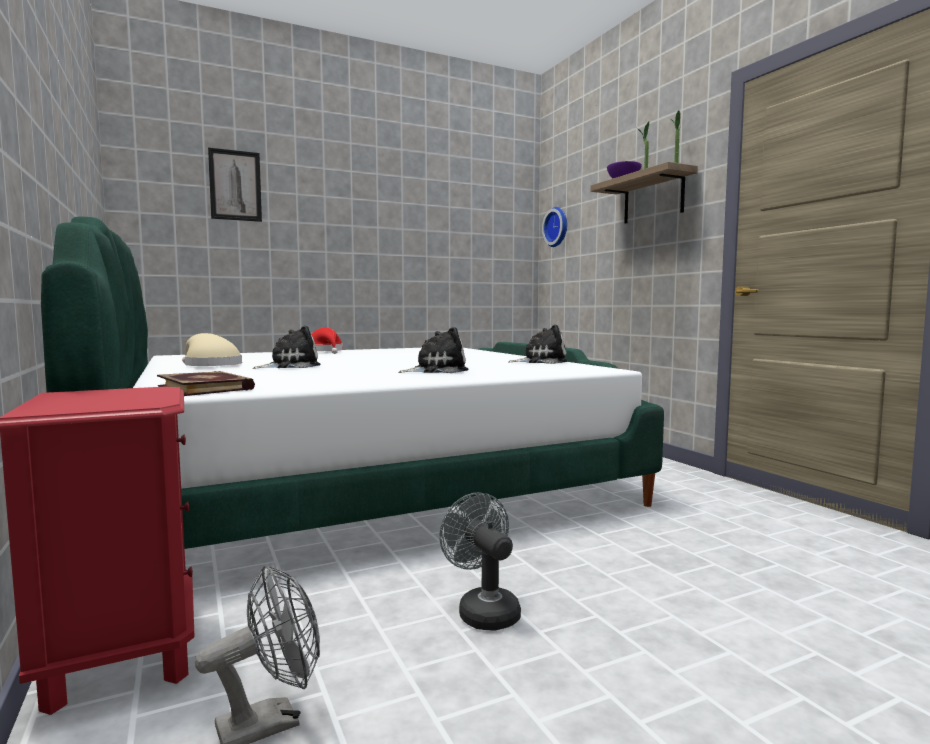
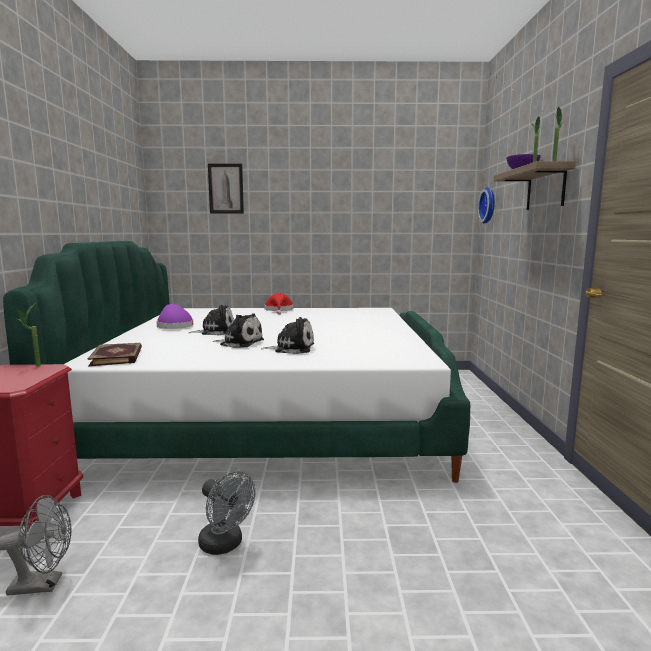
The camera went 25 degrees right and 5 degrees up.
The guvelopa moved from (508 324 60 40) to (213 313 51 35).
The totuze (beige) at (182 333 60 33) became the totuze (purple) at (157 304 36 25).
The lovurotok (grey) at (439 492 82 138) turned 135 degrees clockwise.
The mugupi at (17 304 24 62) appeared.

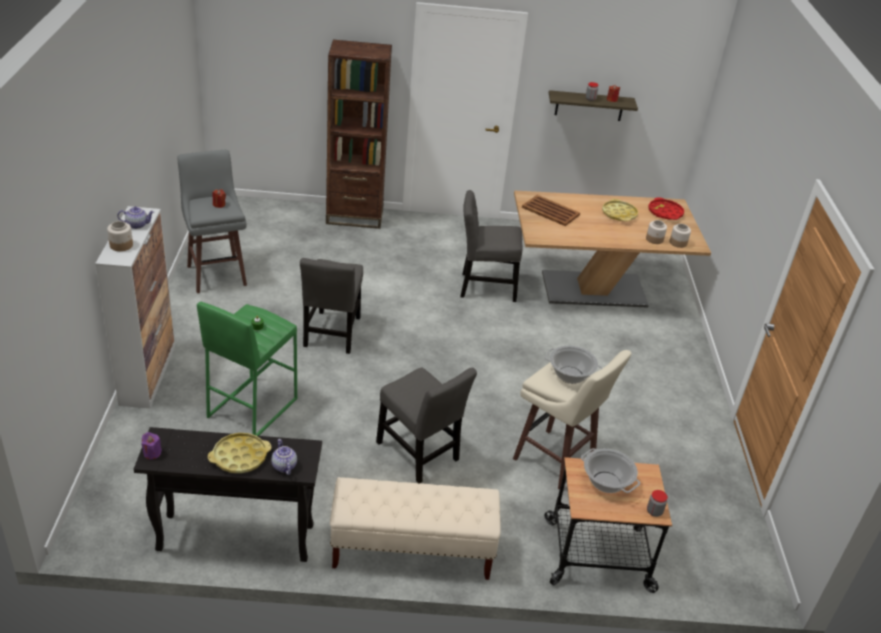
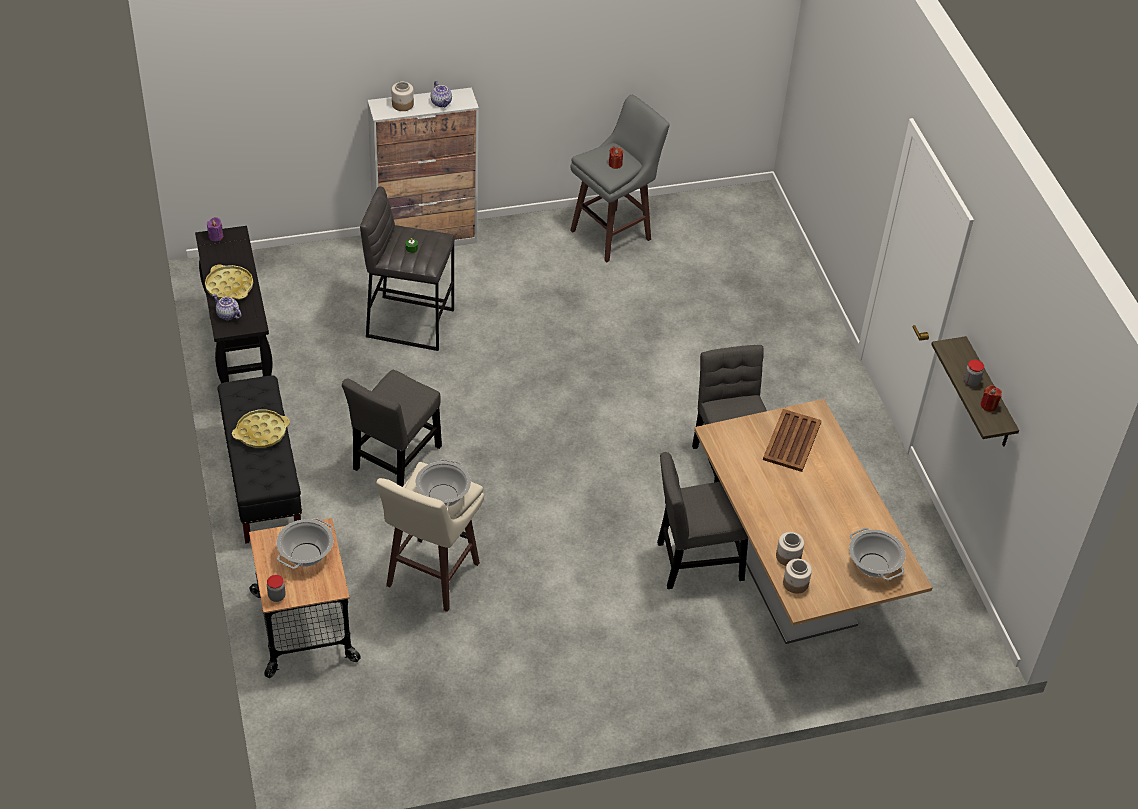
The camera went 75 degrees right and 10 degrees up.
The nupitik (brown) at (326 40 66 189) disappeared.
The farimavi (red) at (648 197 36 23) was replaced by the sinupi at (849 528 57 52).
The farimavi (yellow) moved from (602 199 36 22) to (232 409 58 39).
The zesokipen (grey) moved from (300 258 63 96) to (657 452 92 137).
The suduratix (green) at (197 302 100 134) became the suduratix (grey) at (360 186 94 165).
The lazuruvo at (271 439 26 36) turned 105 degrees counterclockwise.
The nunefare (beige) at (330 477 171 103) became the nunefare (black) at (217 375 85 169).

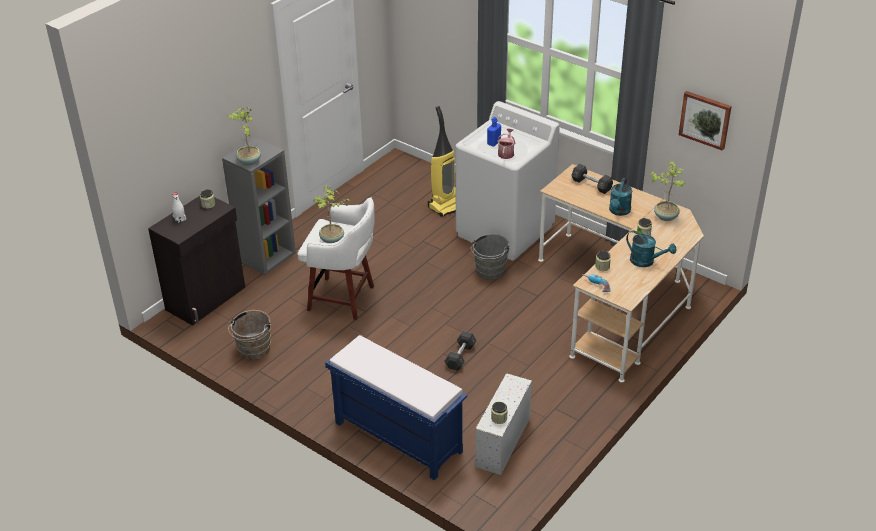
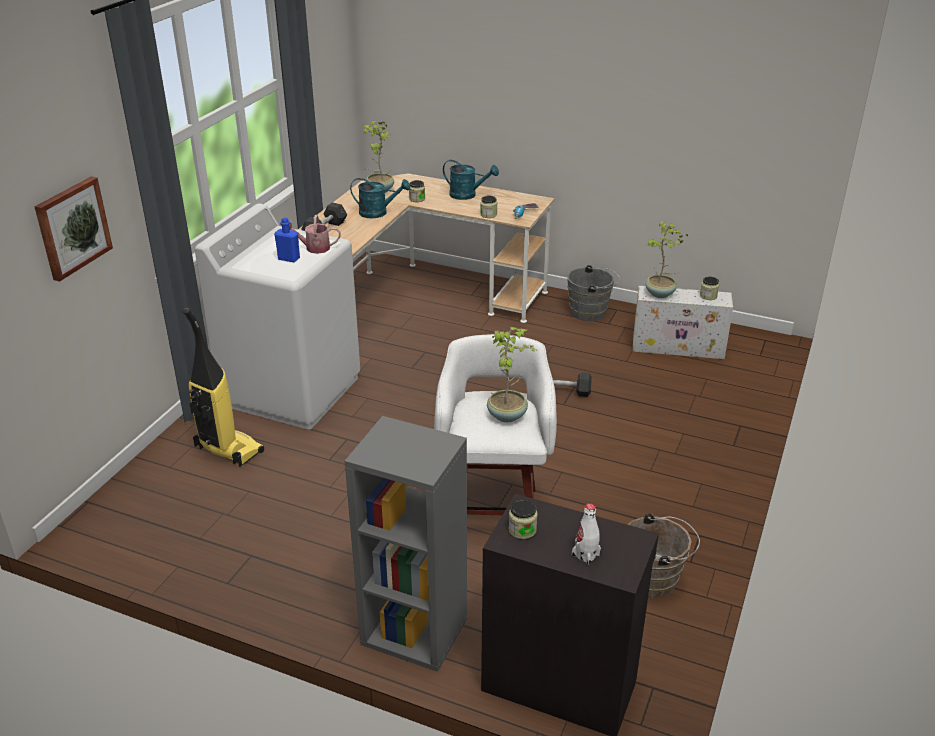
The camera went 105 degrees left and 5 degrees down.
The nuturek moved from (679 91 53 60) to (35 176 78 106).
The mugupi moved from (227 107 34 58) to (645 221 43 77).
The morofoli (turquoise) at (626 230 50 37) turned 90 degrees clockwise.
The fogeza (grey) moved from (470 234 40 46) to (567 265 53 56).
The nunefare (blue) at (325 335 142 145) disappeared.

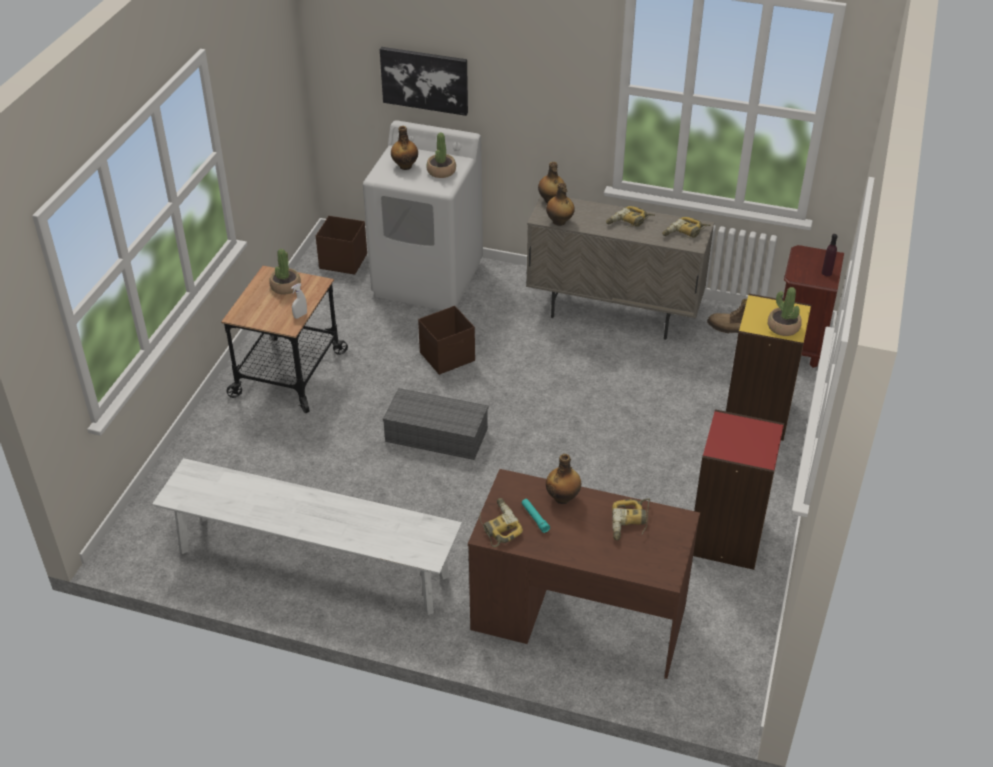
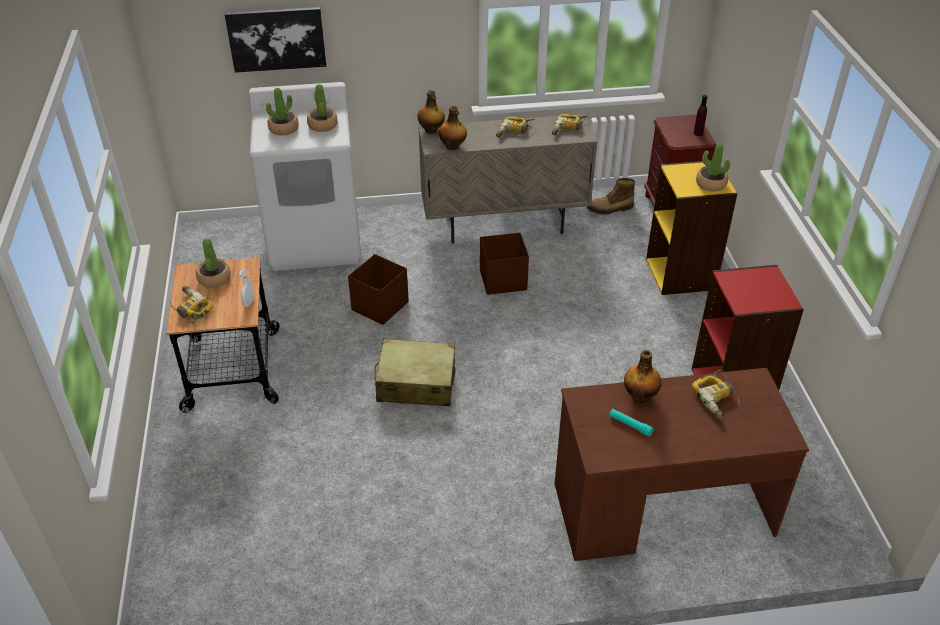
The camera went 25 degrees left and 0 degrees up.
The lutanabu at (391 126 27 44) was replaced by the mugupi at (266 88 33 48).
The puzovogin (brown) moved from (316 216 51 59) to (480 233 49 62).
The puzovogin (grey) at (383 388 105 72) was replaced by the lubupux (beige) at (374 339 81 68).
The nunefare (white) at (152 458 310 157) disappeared.
The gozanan moved from (479 498 44 49) to (170 286 44 38).

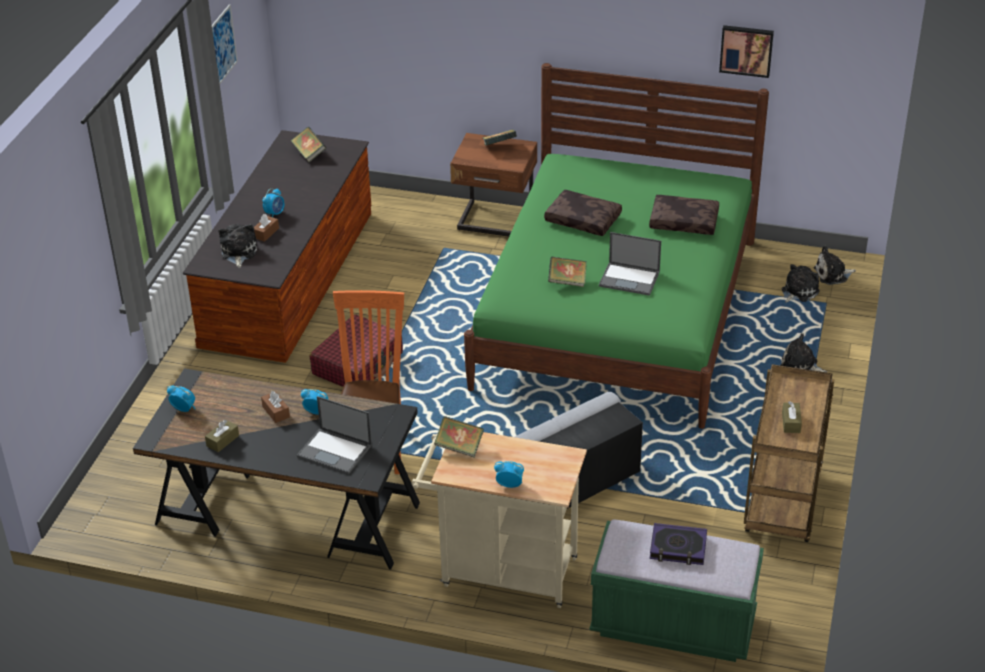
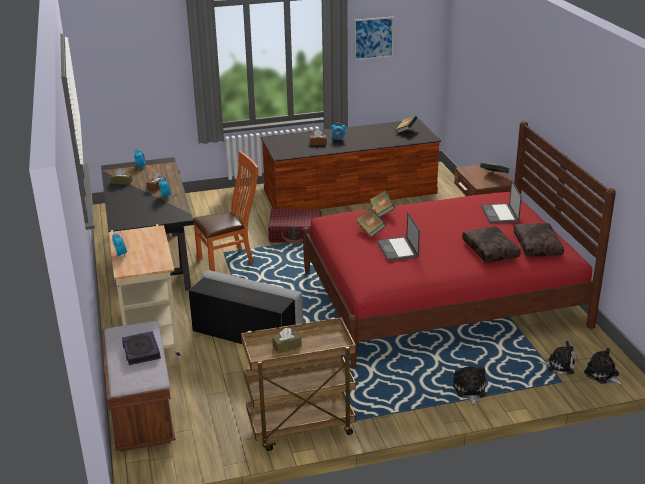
The camera went 60 degrees right and 10 degrees down.
The nuturek at (719 25 55 53) disappeared.
The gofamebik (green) at (464 63 305 366) became the gofamebik (red) at (303 121 313 247).
The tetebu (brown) moved from (544 190 78 46) to (513 223 51 34).
The guvelopa at (218 224 39 44) disappeared.
The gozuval moved from (297 396 75 78) to (481 180 41 43).
The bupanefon moved from (434 416 50 42) to (370 191 25 27).
The nunefare (green) at (589 519 175 143) became the nunefare (brown) at (102 321 74 131).

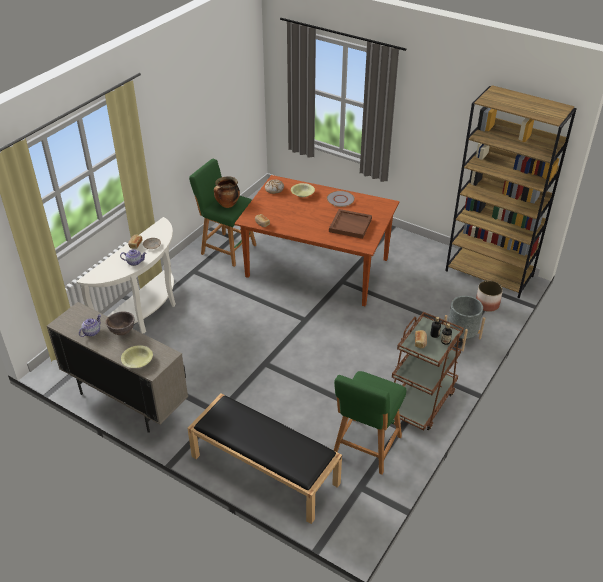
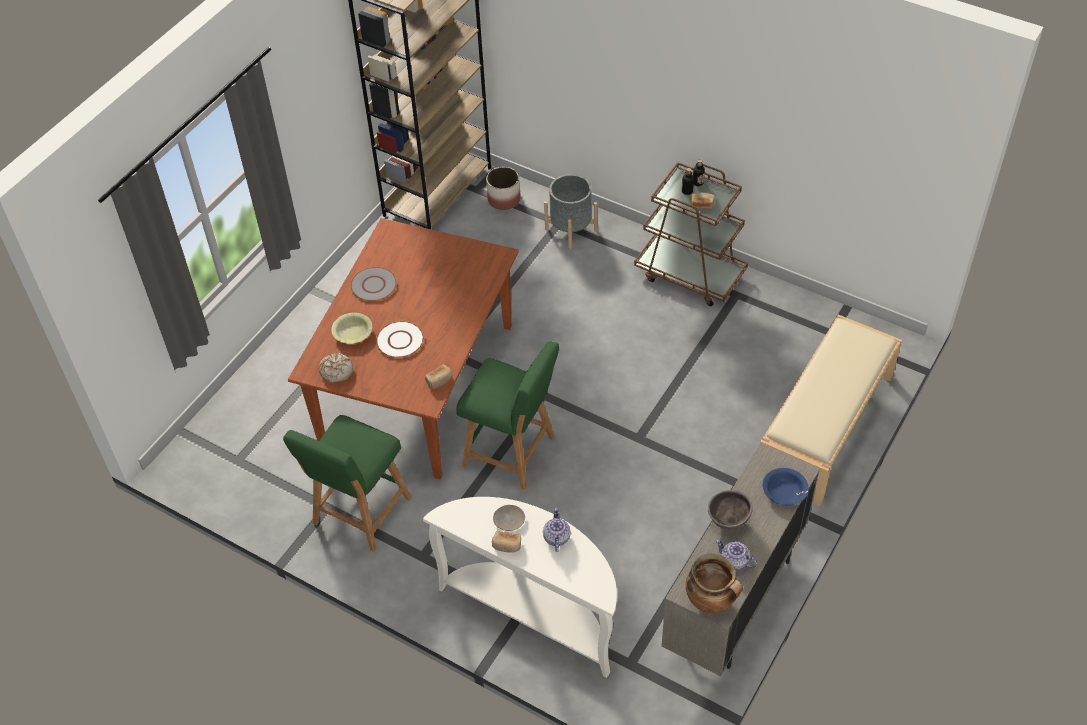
The camera went 90 degrees left and 10 degrees up.
The sinupi moved from (214 176 26 32) to (686 554 57 59).
The farimavi (brown) at (329 209 43 30) disappeared.
The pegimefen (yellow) at (121 345 32 23) became the pegimefen (blue) at (763 468 46 38).
The suduratix (green) moved from (333 371 73 104) to (456 341 103 149).
The nunefare (black) at (187 393 155 131) became the nunefare (beige) at (760 315 142 191).
The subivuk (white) at (376 321 48 37) appeared.

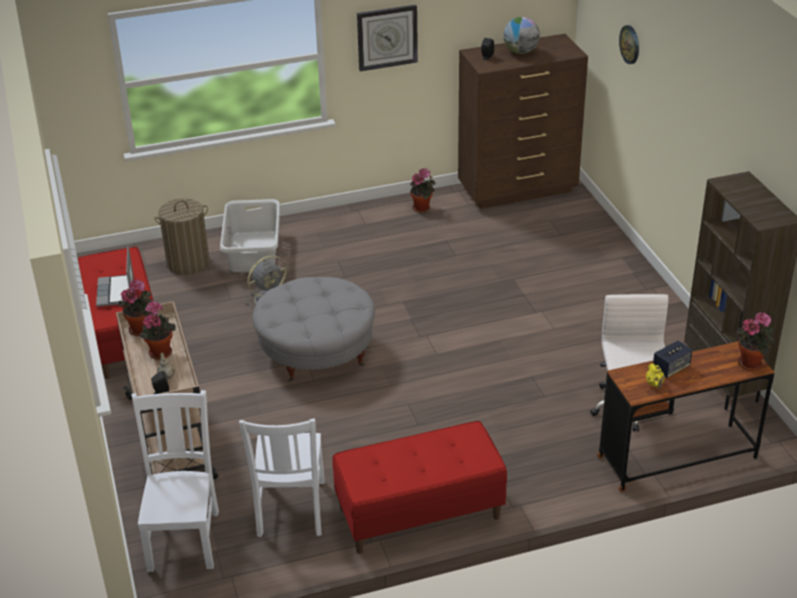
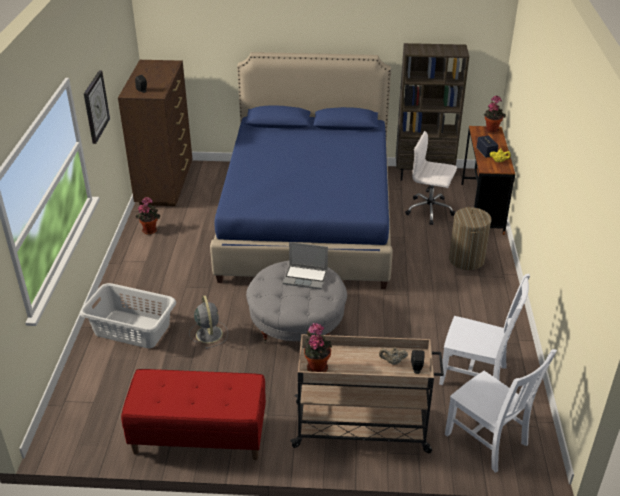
The camera went 70 degrees left and 0 degrees up.
The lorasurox at (503 17 37 37) disappeared.
The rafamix at (619 25 20 39) disappeared.
The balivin moved from (154 198 56 77) to (449 207 43 63).
The gozuval moved from (96 246 38 61) to (283 242 45 47).
The mugupi at (140 301 36 59) disappeared.
The zesokipen (white) at (131 390 88 182) turned 150 degrees counterclockwise.
The nunefare (red) at (332 421 175 133) disappeared.
The gofamebik (blue) at (210 52 183 237) appeared.

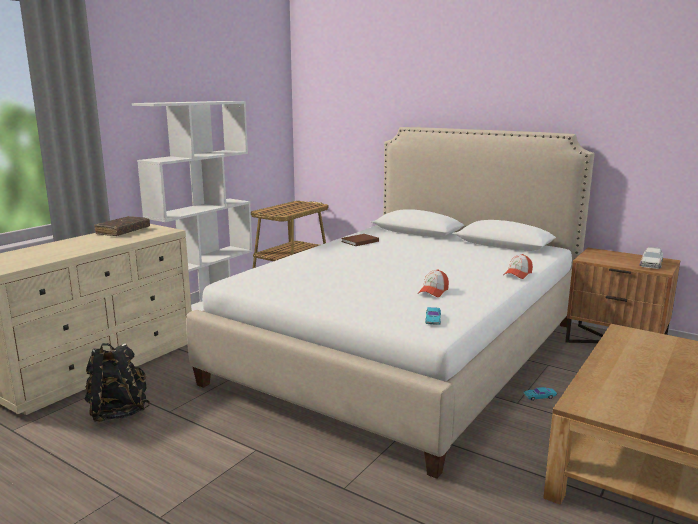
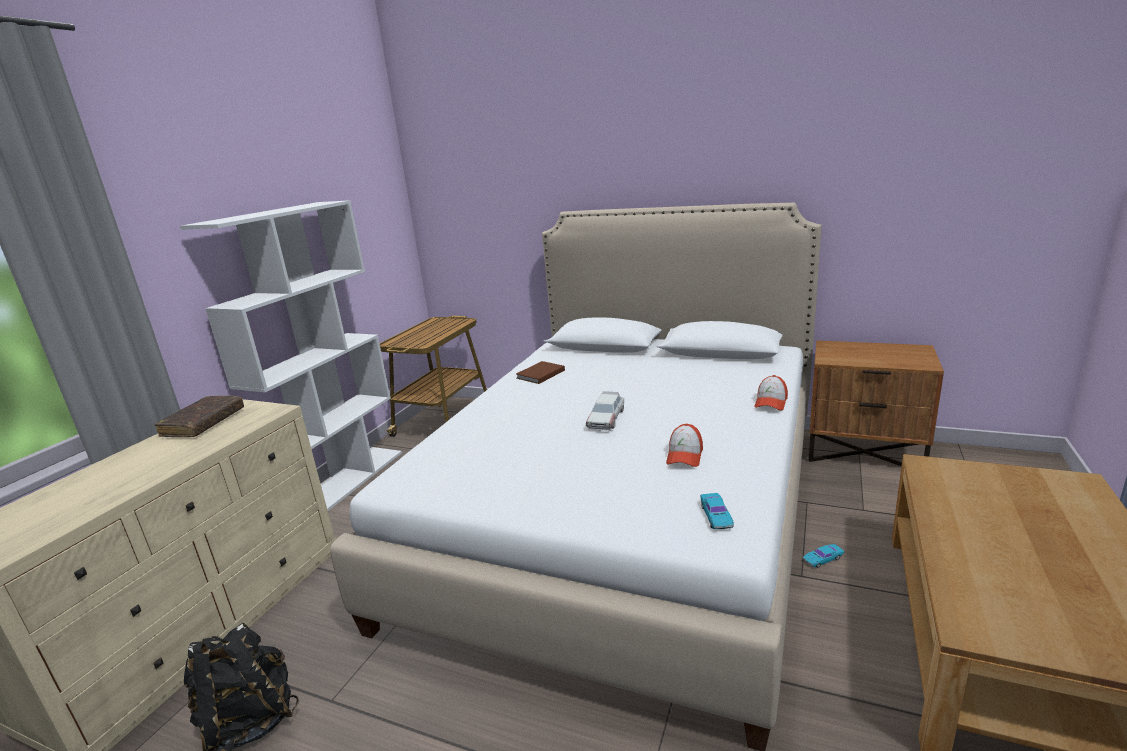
The camera went 10 degrees left and 5 degrees up.
The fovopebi moved from (639 247 24 22) to (586 391 38 40).

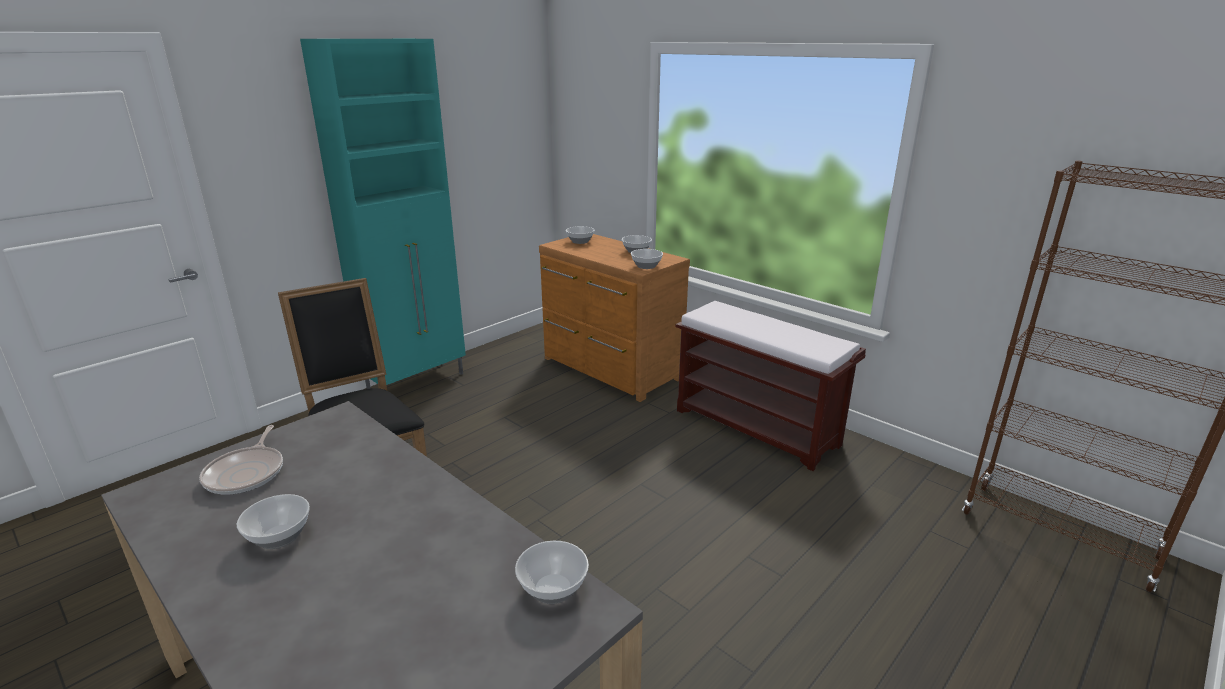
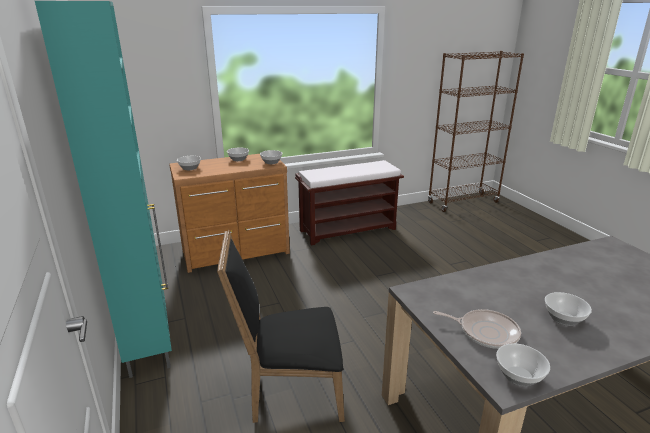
The camera went 65 degrees left and 0 degrees up.
The pegimefen moved from (515 541 74 63) to (496 343 54 44).

